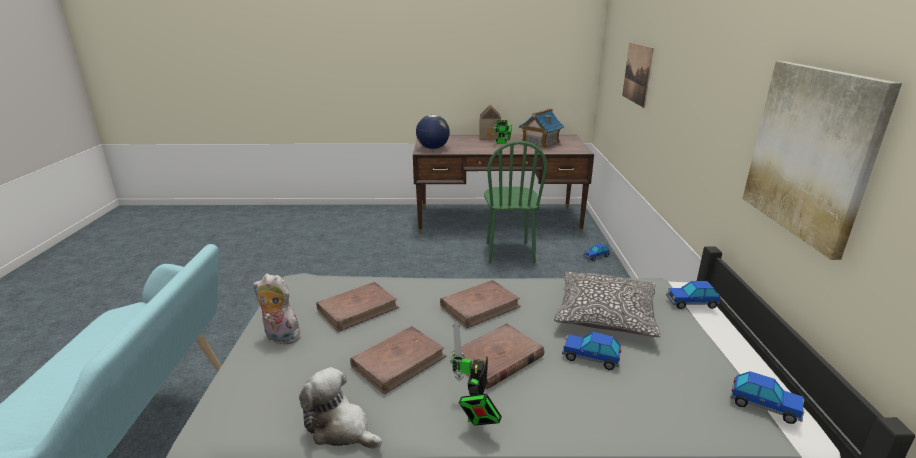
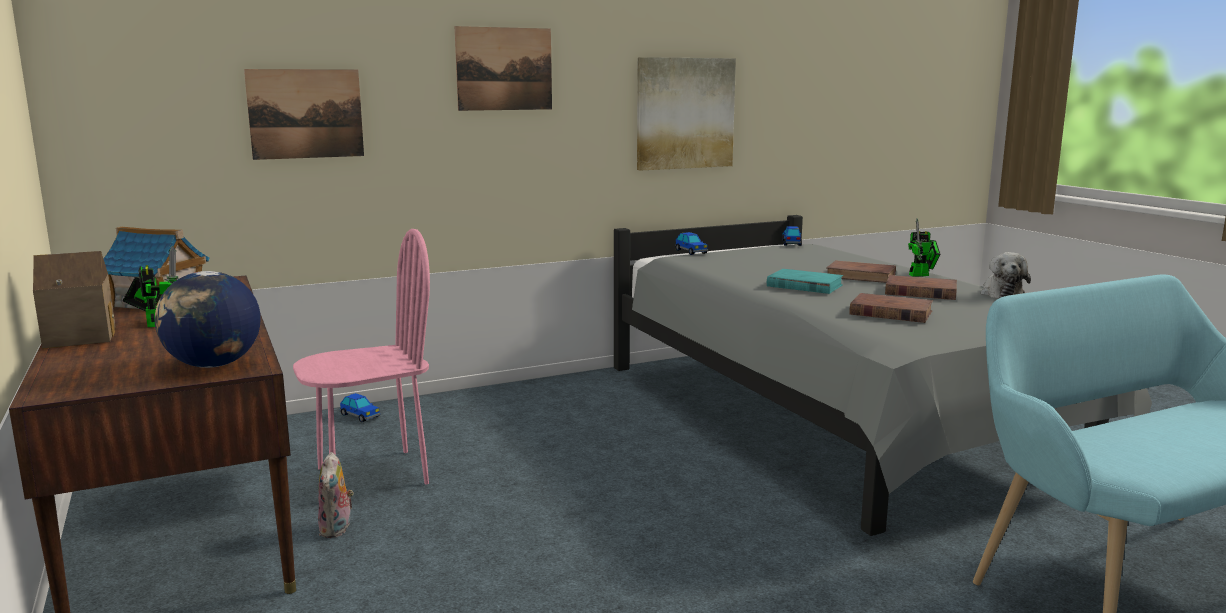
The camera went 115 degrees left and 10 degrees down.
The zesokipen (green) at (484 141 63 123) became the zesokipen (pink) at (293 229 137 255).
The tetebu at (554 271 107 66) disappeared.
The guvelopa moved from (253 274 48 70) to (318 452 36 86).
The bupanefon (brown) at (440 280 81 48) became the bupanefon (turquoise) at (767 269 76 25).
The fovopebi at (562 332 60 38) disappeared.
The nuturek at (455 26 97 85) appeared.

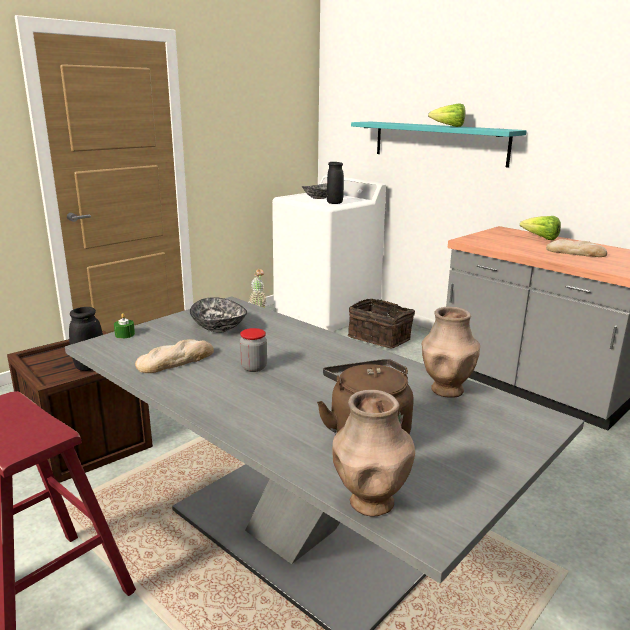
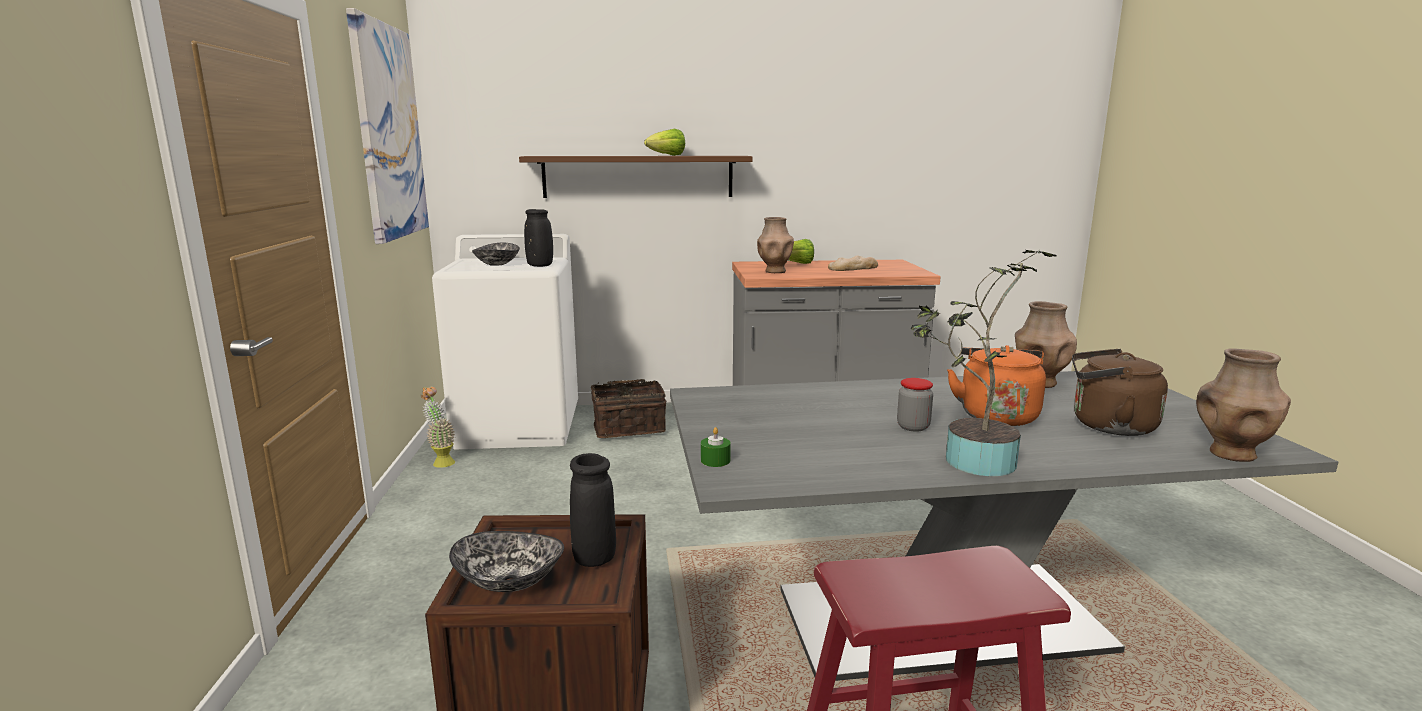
The camera went 50 degrees left and 5 degrees down.
The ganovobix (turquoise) at (351 122 176 46) became the ganovobix (brown) at (519 156 234 42).
The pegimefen moved from (190 297 57 36) to (449 531 115 61).
The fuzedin at (135 339 79 34) disappeared.
The nuturek at (346 8 83 236) appeared.
The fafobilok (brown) at (757 217 37 56) appeared.
The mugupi at (911 250 146 226) appeared.
The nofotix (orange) at (947 345 99 81) appeared.

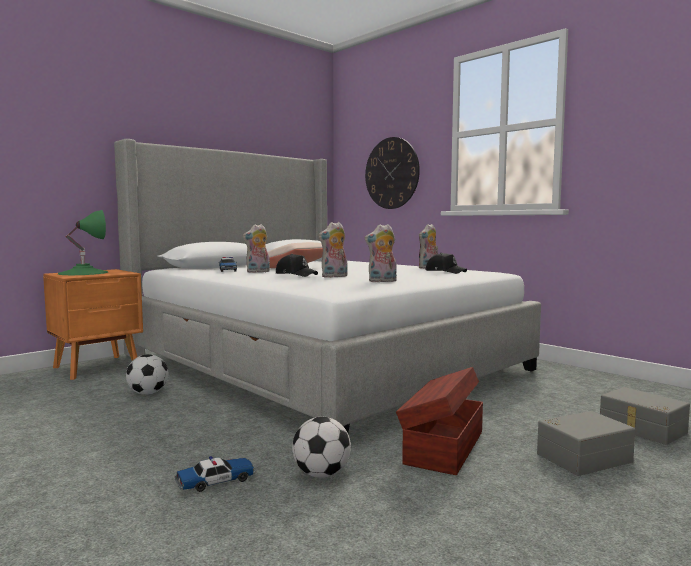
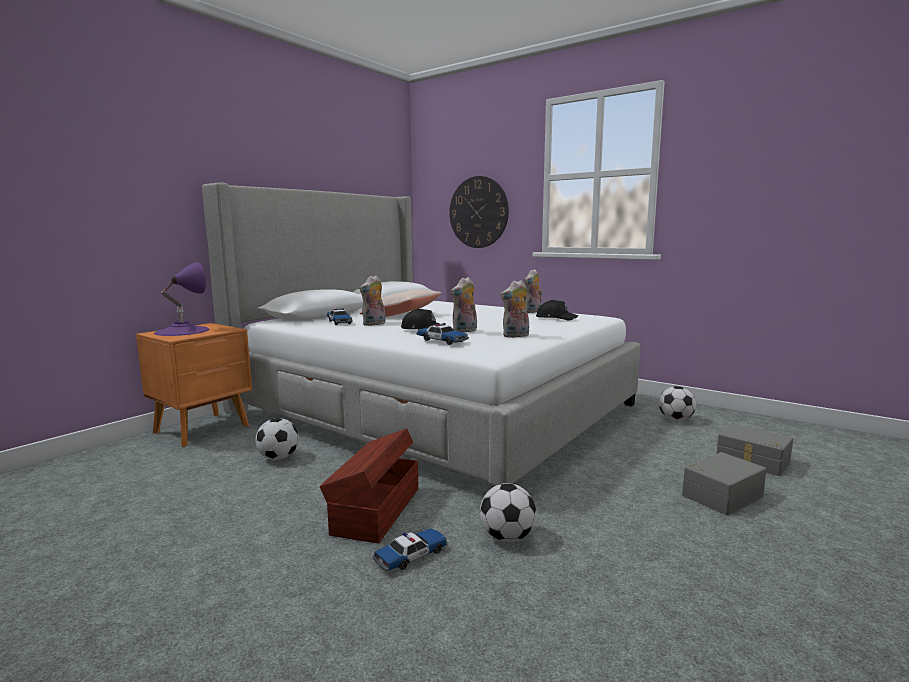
The camera went 10 degrees left and 5 degrees up.
The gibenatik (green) at (58 210 50 65) became the gibenatik (purple) at (154 262 56 74).
The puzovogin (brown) moved from (396 367 87 108) to (319 428 99 115).
The fovopebi at (416 323 53 22) appeared.
The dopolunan at (659 386 37 35) appeared.

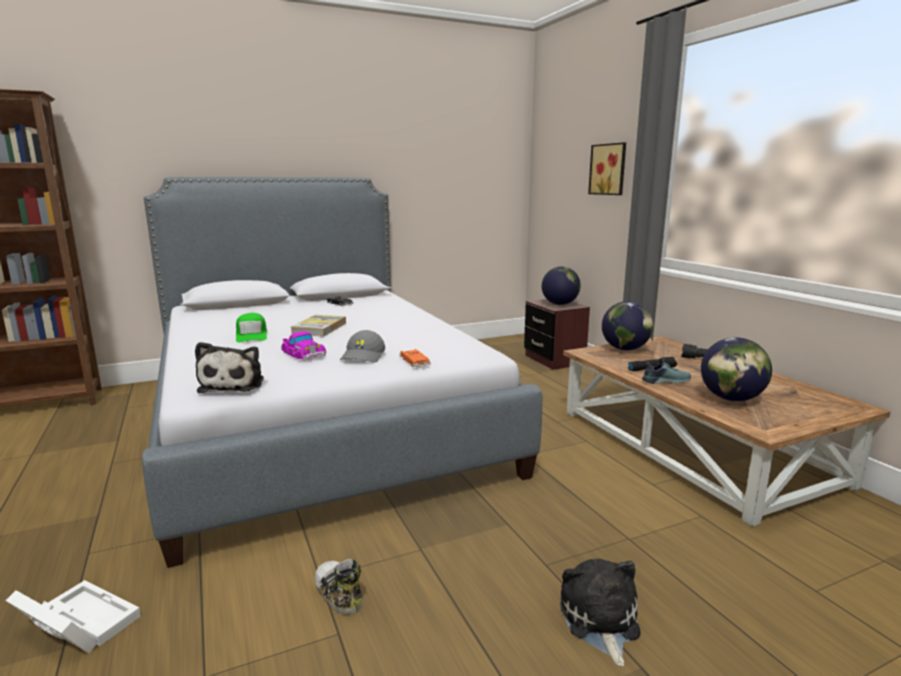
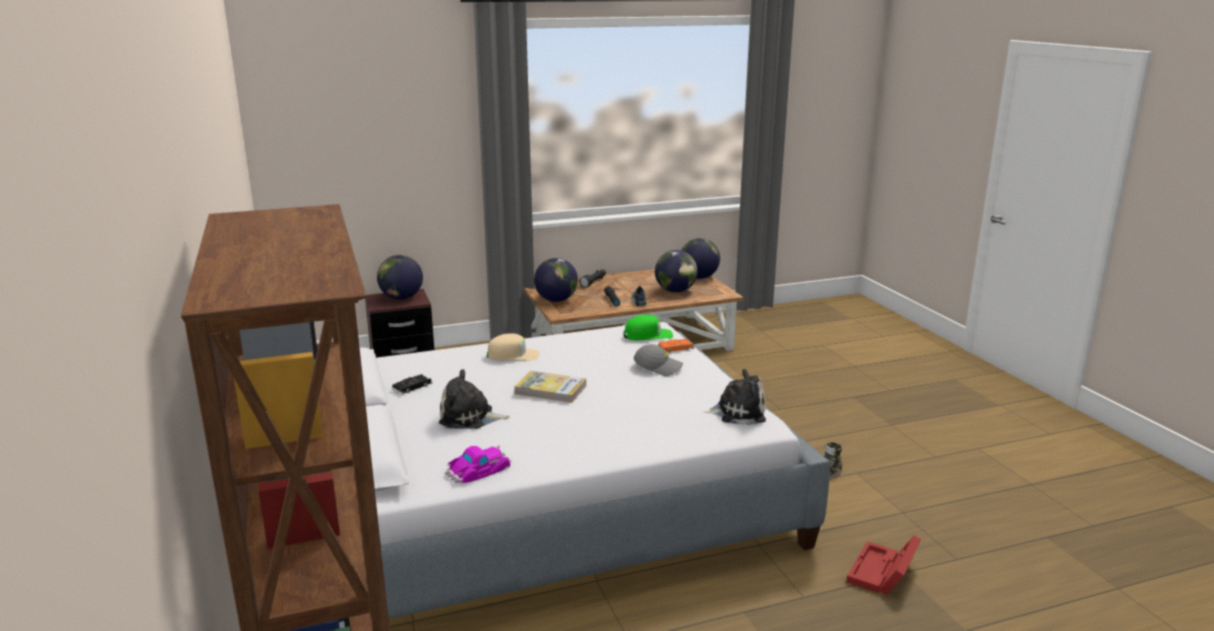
The camera went 85 degrees left and 5 degrees up.
The nuturek at (588 142 38 53) disappeared.
The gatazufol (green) moved from (236 313 31 29) to (624 315 49 25).
The fovopebi moved from (281 331 45 29) to (445 445 67 39).
The guvelopa moved from (560 558 81 108) to (439 369 71 60).
The puzovogin (white) at (6 580 135 73) became the puzovogin (red) at (846 535 75 61).
The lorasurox at (681 238 39 41) appeared.
The gatazufol (beige) at (487 333 52 28) appeared.

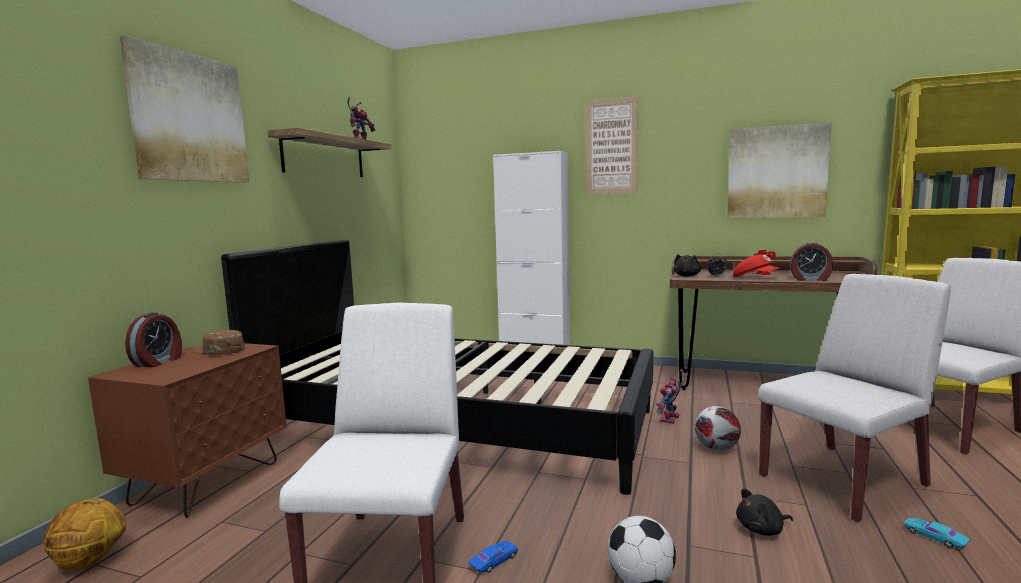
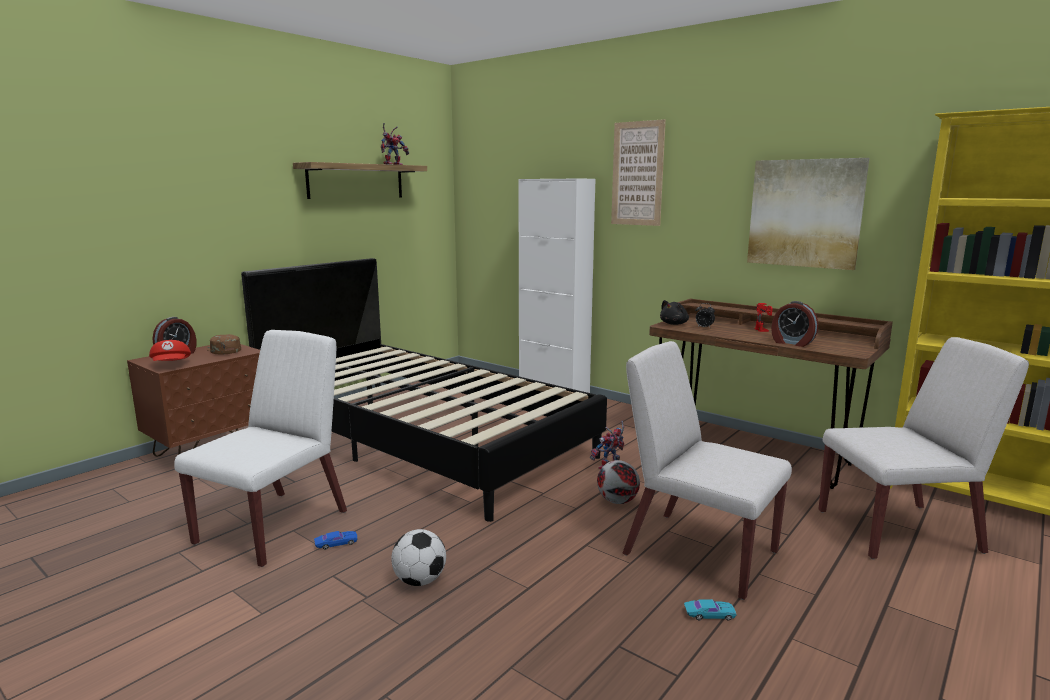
The camera went 20 degrees right and 5 degrees up.
The nuturek at (120 35 129 148) disappeared.
The gatazufol (red) moved from (733 255 47 22) to (149 340 42 21).
The zesokipen (white) at (758 274 193 249) turned 135 degrees counterclockwise.
The guvelopa (black) at (736 488 57 48) disappeared.
The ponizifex at (43 498 83 72) disappeared.
The fovopebi (turquoise) at (904 517 66 31) turned 105 degrees clockwise.

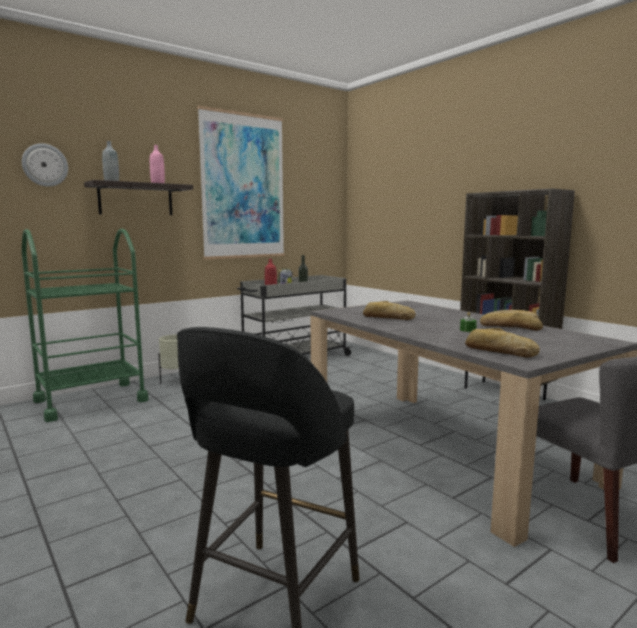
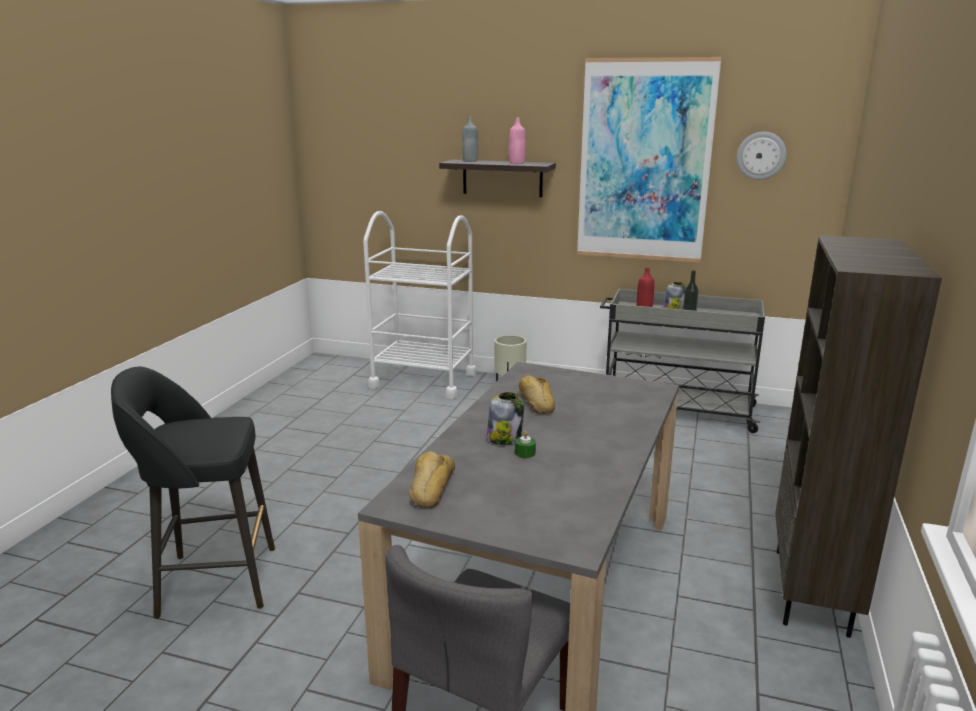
The camera went 55 degrees right and 10 degrees up.
The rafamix moved from (22 143 46 44) to (736 132 51 48).
The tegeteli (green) at (22 229 126 193) became the tegeteli (white) at (363 211 113 188).
The fuzedin at (480 310 63 21) disappeared.
The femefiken at (487 392 37 53) appeared.

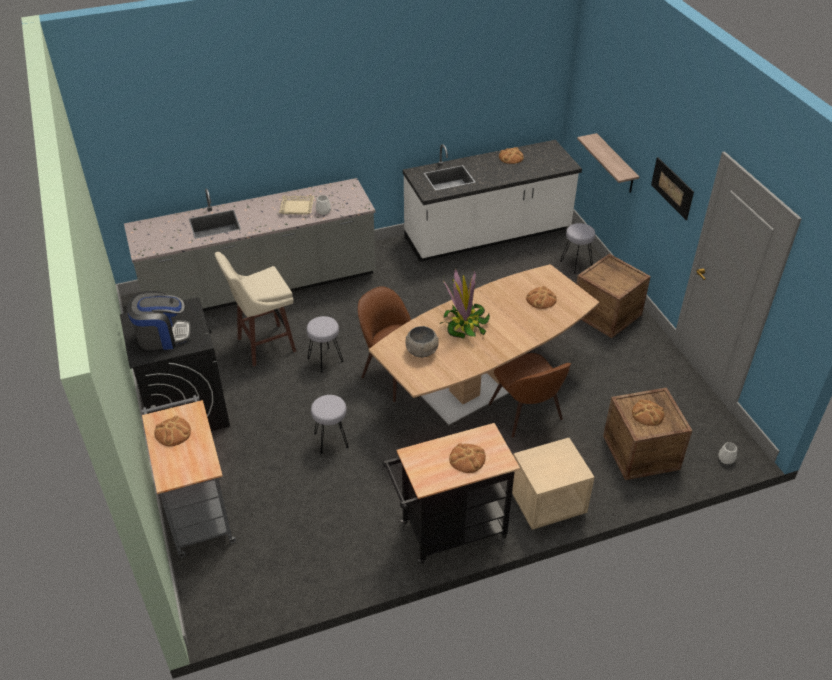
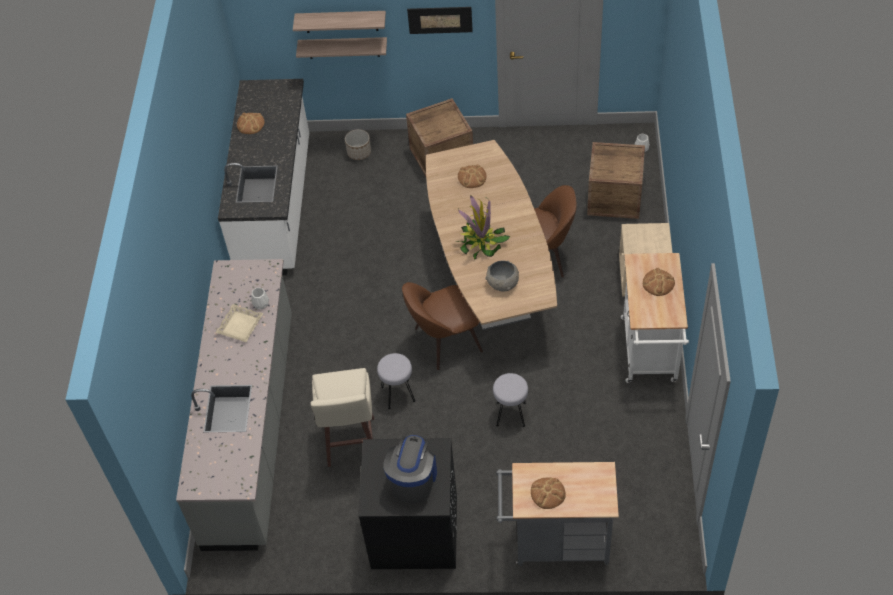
The camera went 65 degrees left and 10 degrees up.
The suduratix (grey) at (560 223 35 50) was replaced by the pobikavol at (345 129 26 31).
The fuzedin at (632 399 33 27) disappeared.
The tegeteli (black) at (383 423 137 140) became the tegeteli (white) at (621 253 68 130).
The ganovobix at (293 11 93 22) appeared.

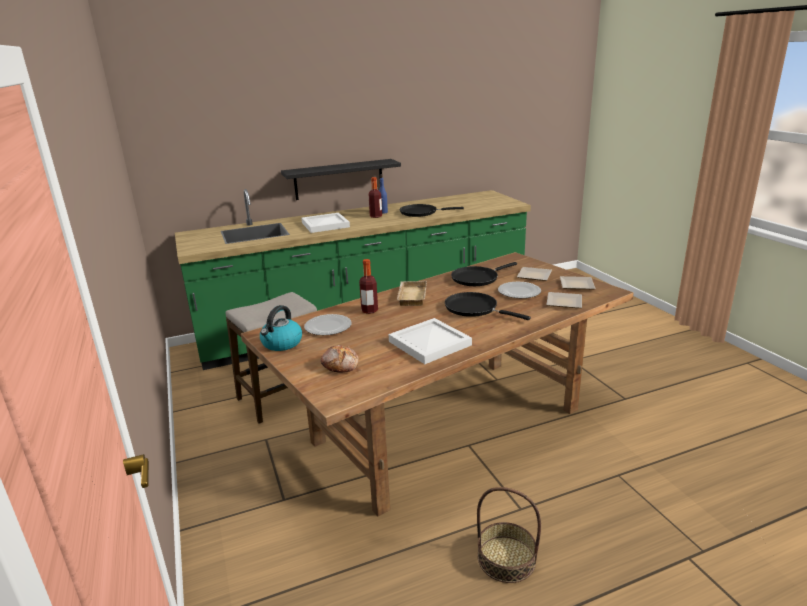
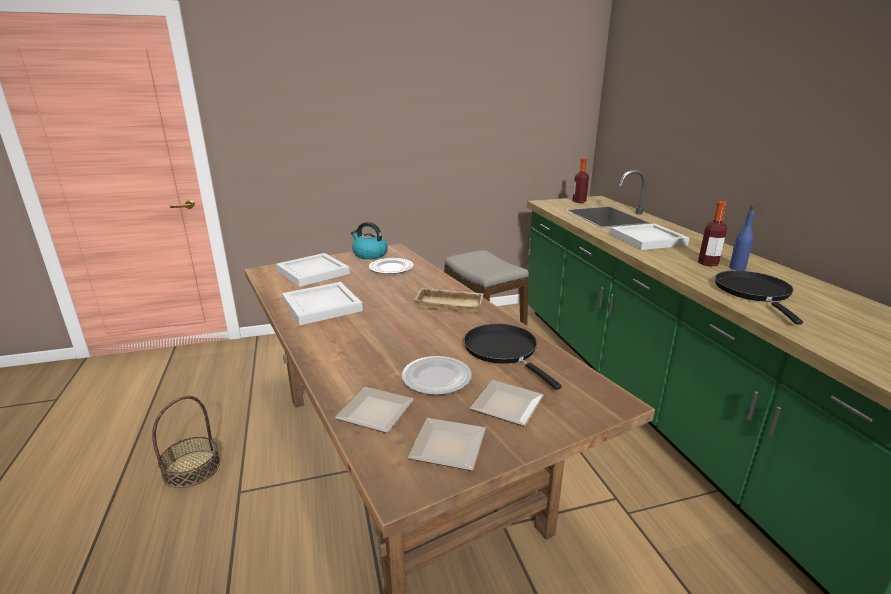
The camera went 95 degrees right and 0 degrees up.
The ganovobix (black) at (281 159 120 41) disappeared.
The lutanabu moved from (359 259 19 55) to (572 158 17 45).
The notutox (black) at (445 292 86 28) disappeared.
The fuzedin at (321 345 38 28) was replaced by the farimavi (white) at (276 253 74 34).

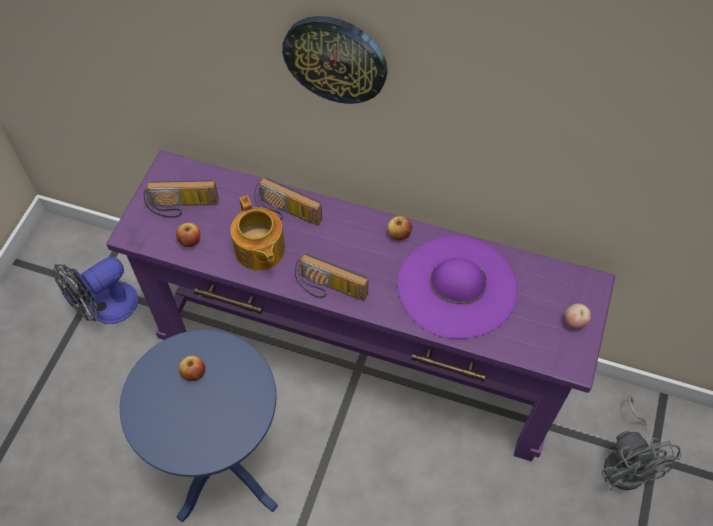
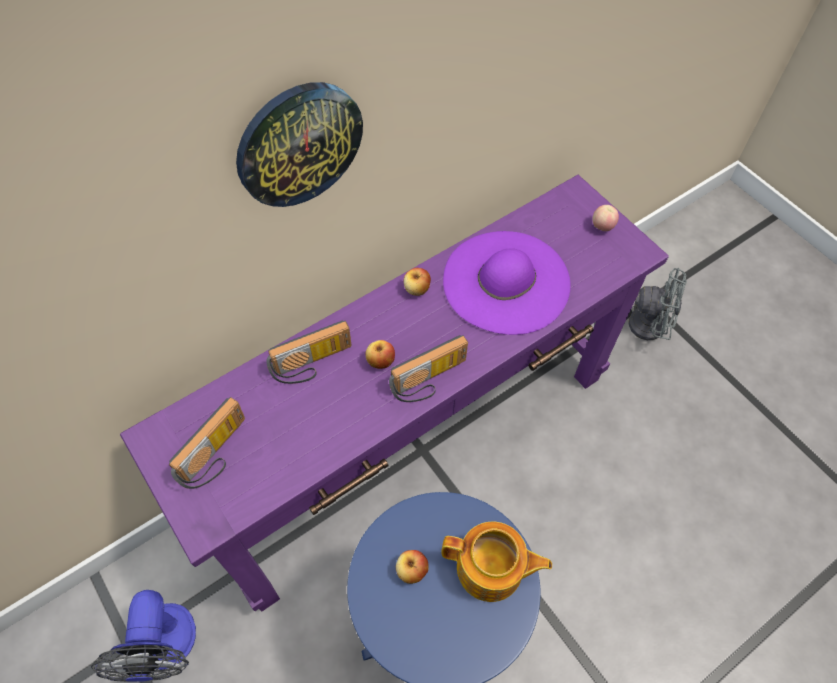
The camera went 55 degrees left and 0 degrees up.
The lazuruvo moved from (231 195 54 76) to (442 521 110 81).
The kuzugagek moved from (176 223 24 24) to (365 340 30 29).

